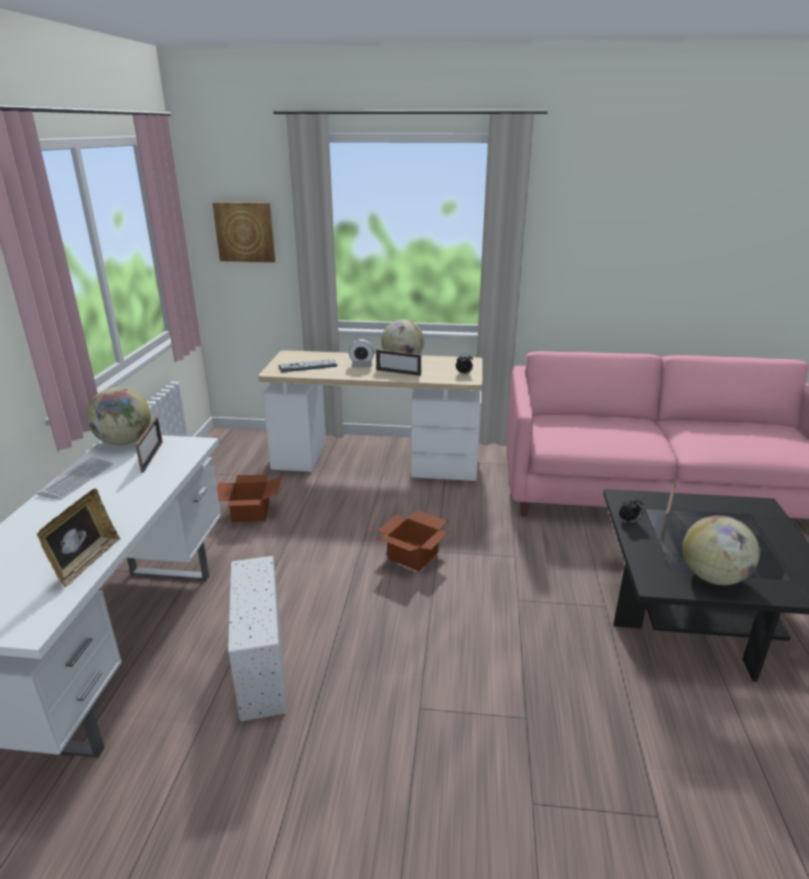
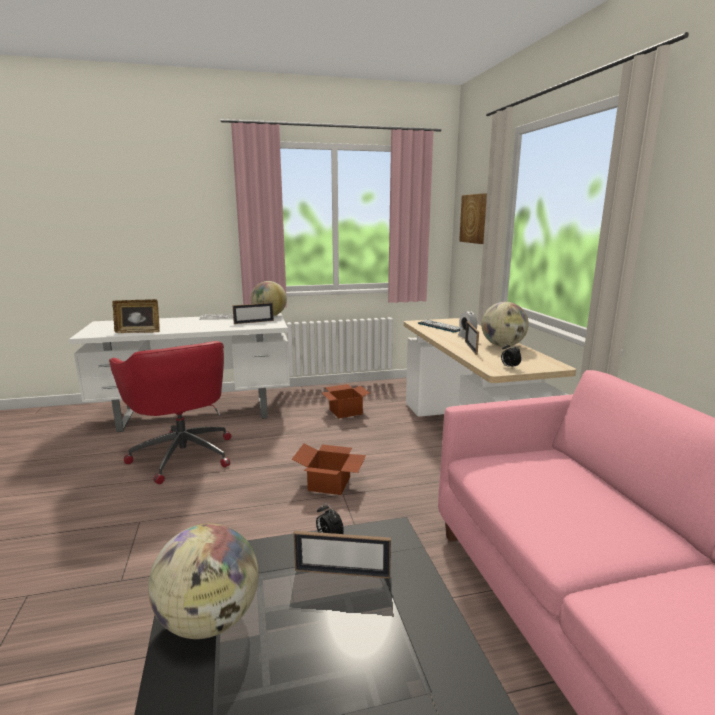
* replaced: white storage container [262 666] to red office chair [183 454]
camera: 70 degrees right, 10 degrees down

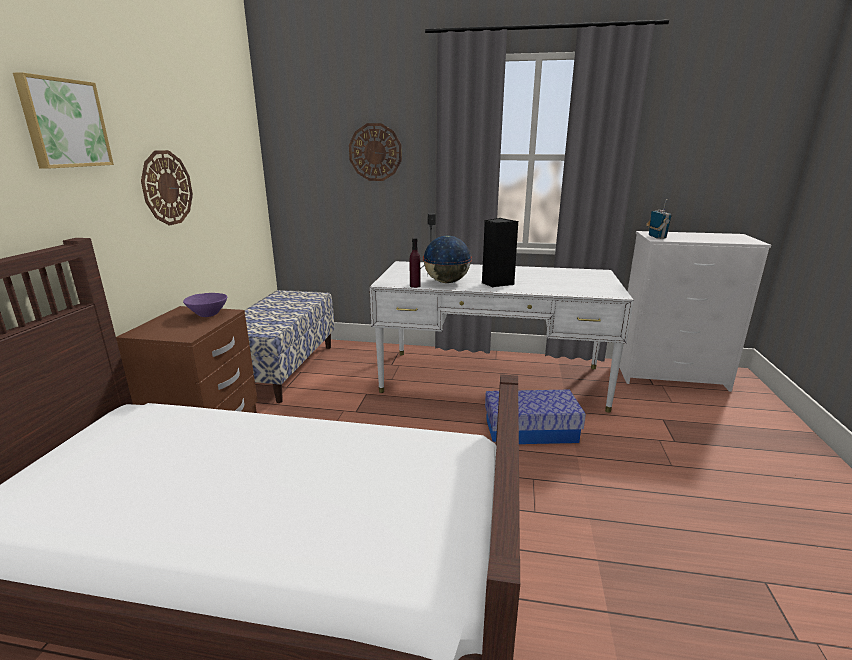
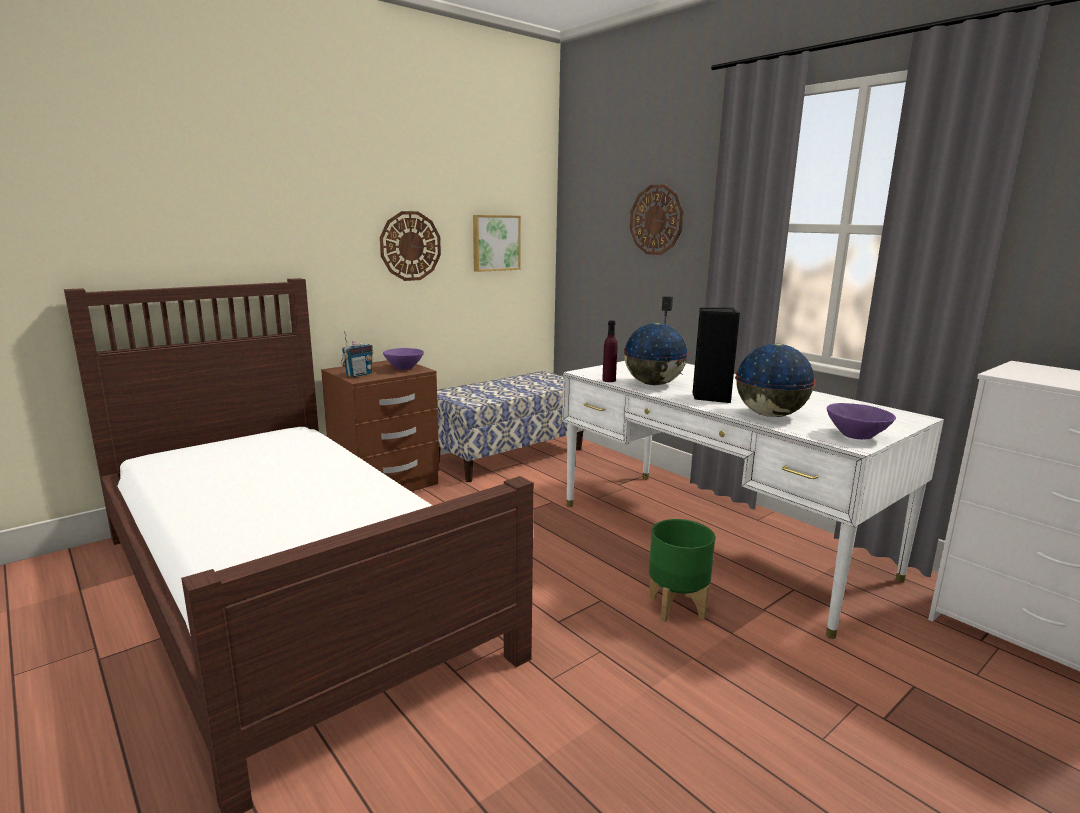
* added: desk globe [770 415]
* added: purplish serving bowl [857 436]
* moved: wall picture [64 123] to [495 243]
* moved: radio receiver [656 237] to [358 375]
* replaced: storage container [531 430] to greenish planter [677 607]
camera: 40 degrees right, 5 degrees down

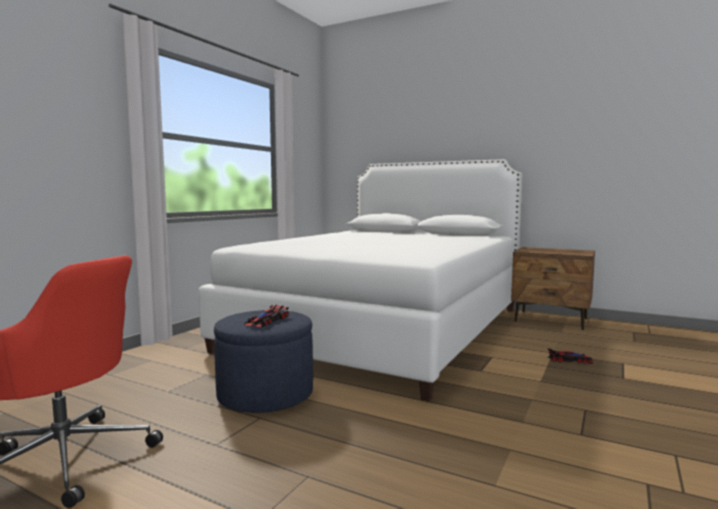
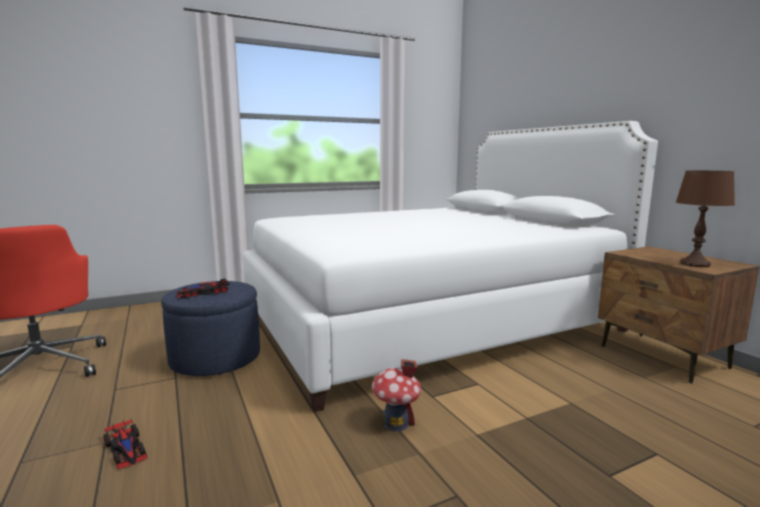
* added: toy house [396 423]
* added: brown-coloured tabletop lamp [694 264]
* moved: toy car [569 360] to [126 448]
camera: 35 degrees right, 5 degrees up

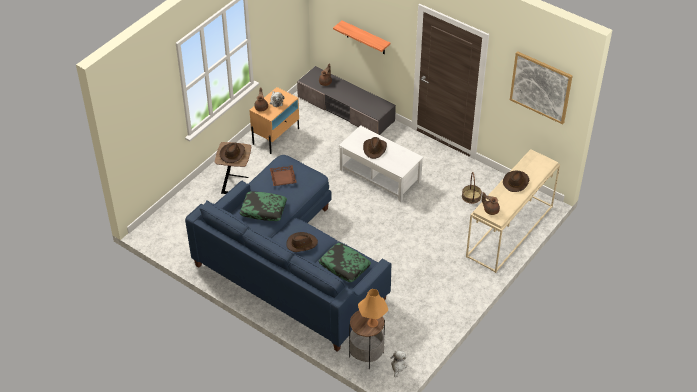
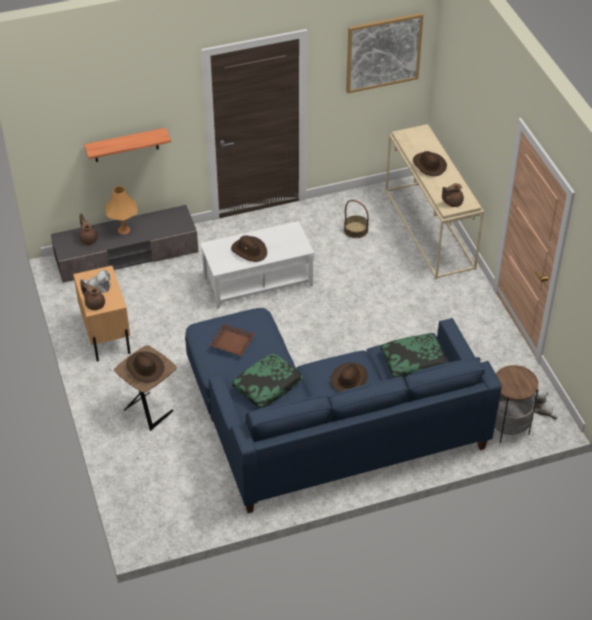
* moved: orangey tabletop lamp [372 323] to [124 230]
camera: 55 degrees left, 0 degrees up

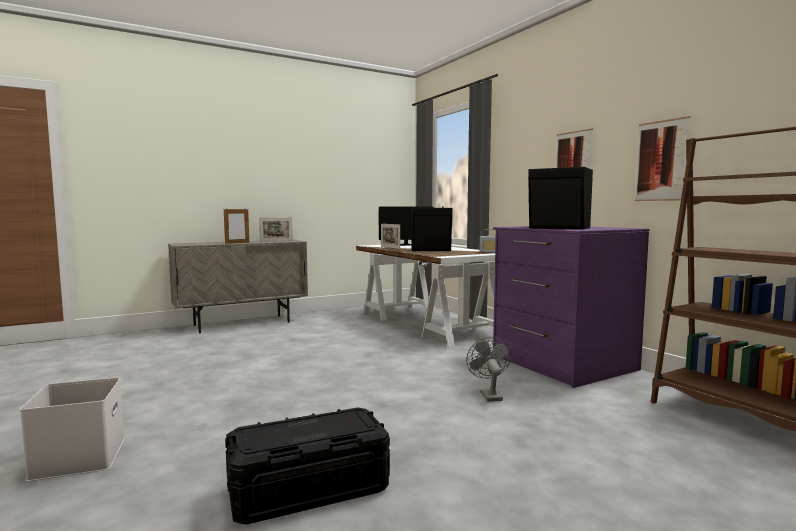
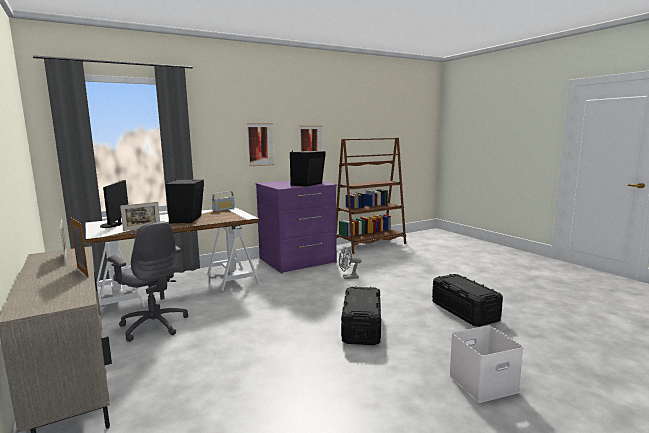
* added: gray office chair [154 325]
* added: black-coloured storage container [362 327]
camera: 90 degrees left, 5 degrees up

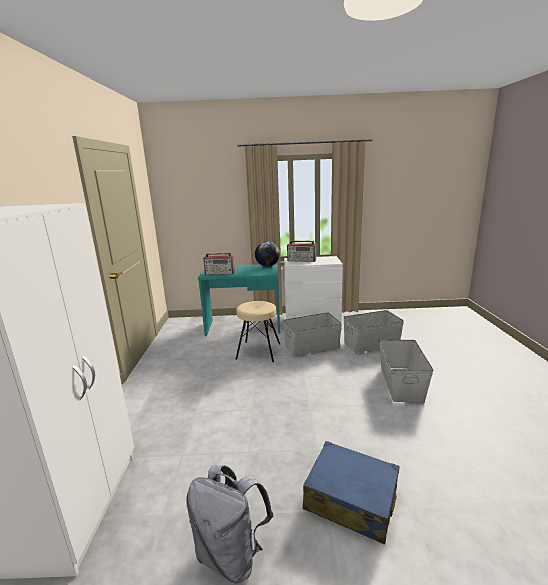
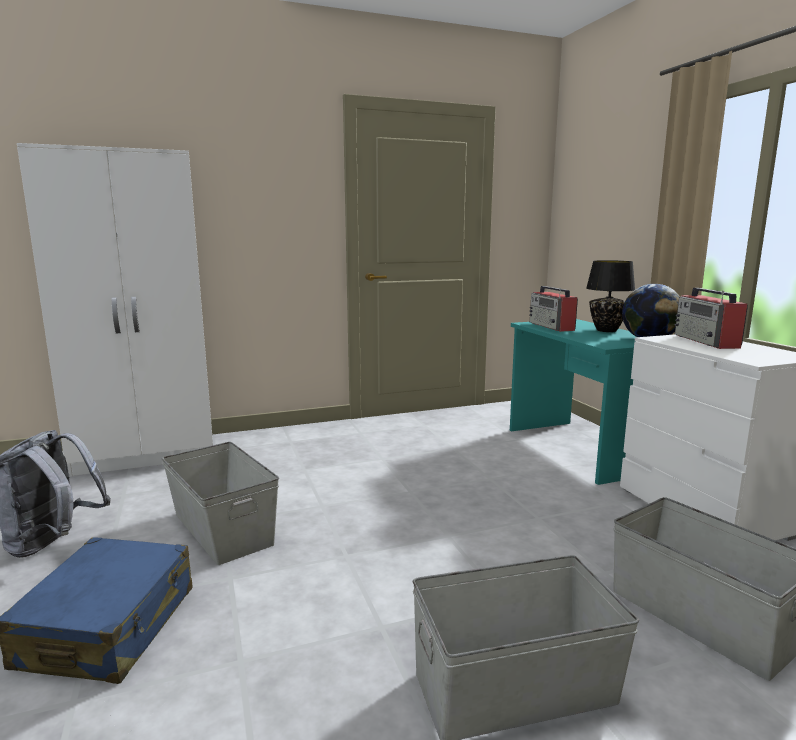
* removed: beige-coloured stool [258 351]
* added: black-coloured tabletop lamp [607 330]
* moved: gray storage container [311 346] to [223 528]
camera: 70 degrees right, 5 degrees down

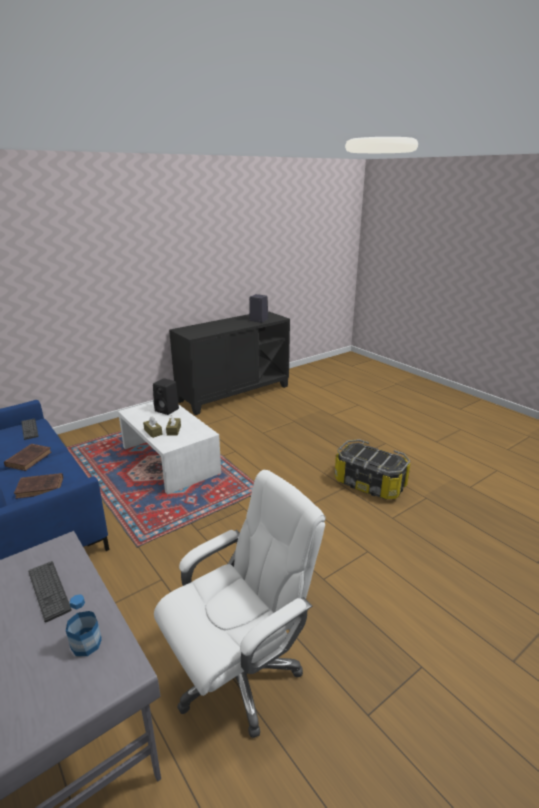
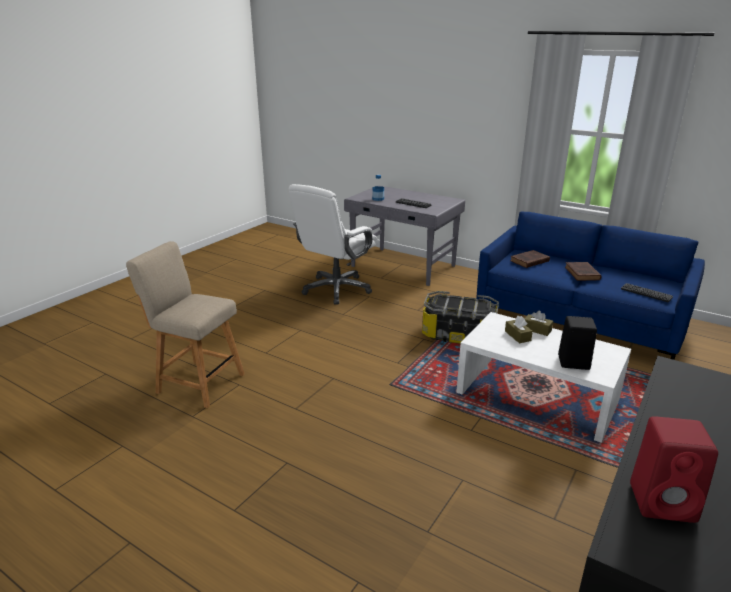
* added: beige-coloured upright chair [197 382]
* moved: storage container [369 484] to [458 334]
* recoloured: black-coloured loudspeaker [258 320] to red loudspeaker [664 502]
camera: 160 degrees right, 0 degrees up

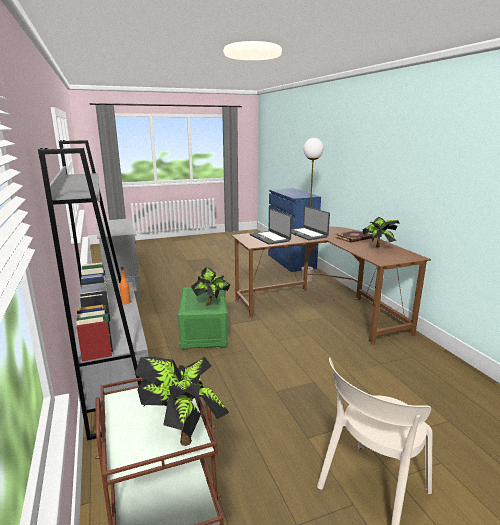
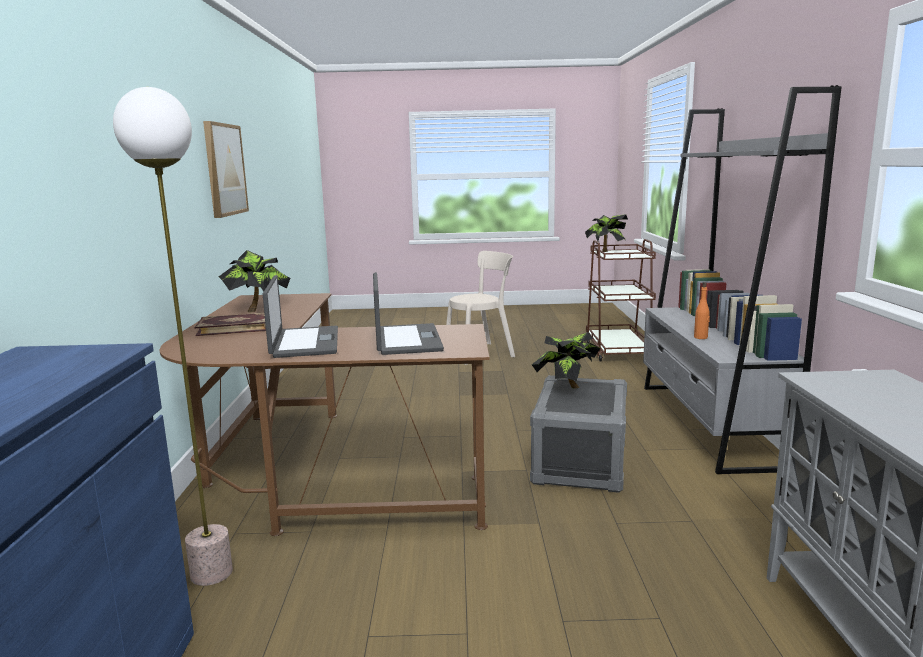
* added: wall picture [224 169]
* recoloured: greenish storage container [204 332] to gray storage container [581 462]
camera: 160 degrees left, 5 degrees down

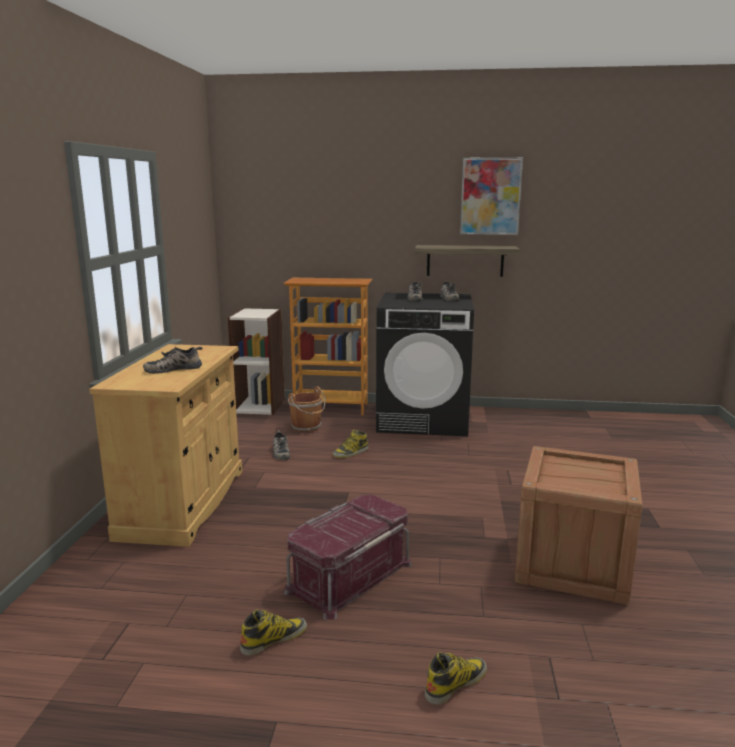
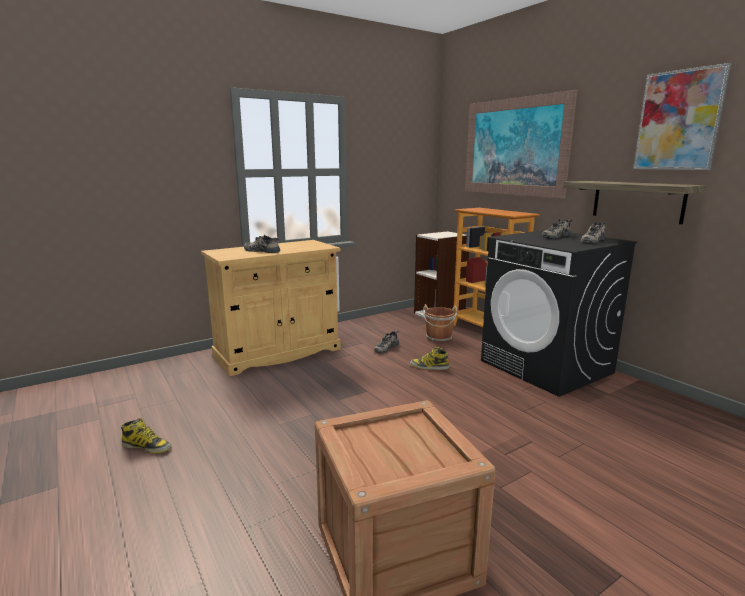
* removed: red storage container [348 576]
* removed: tall boot [455 683]
* added: wall picture [514 147]
camera: 50 degrees right, 0 degrees up

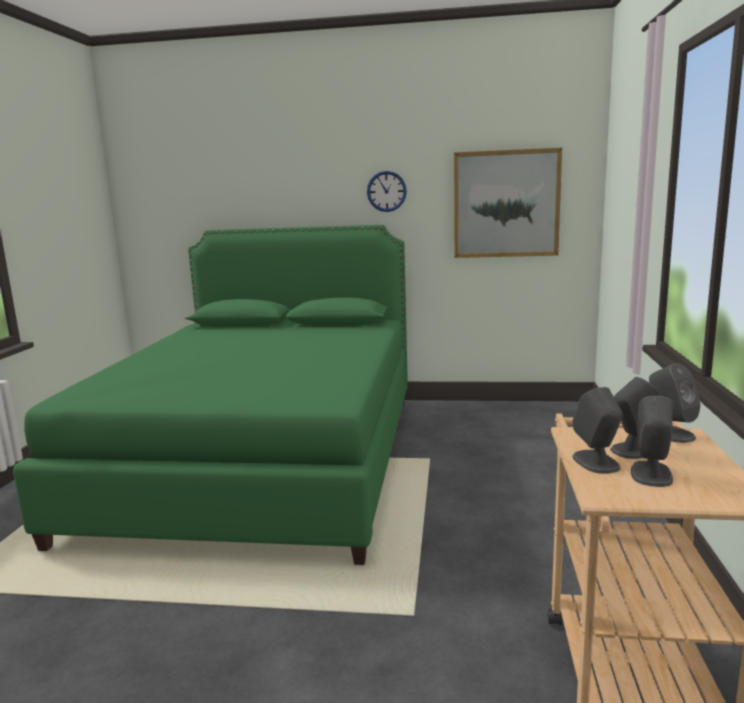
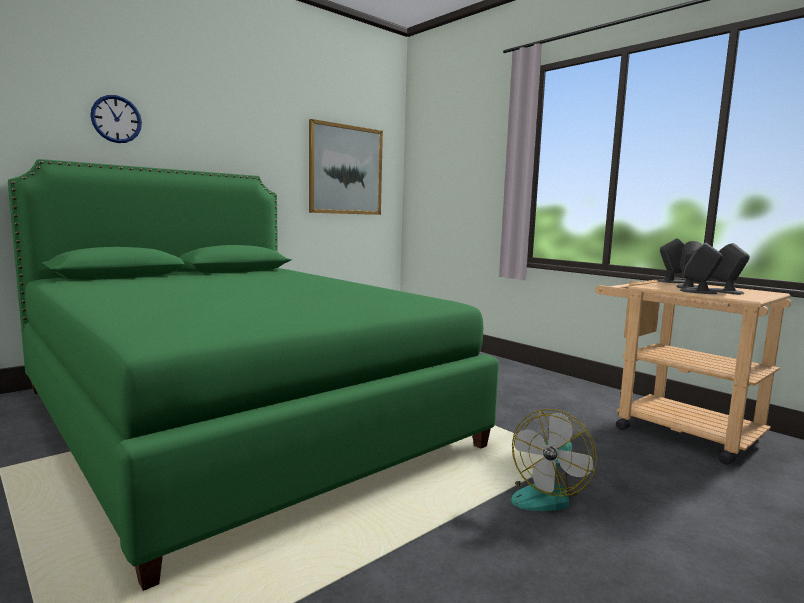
* added: cooling fan [545 494]
* moved: wall clock [386 191] to [116 119]
camera: 50 degrees left, 5 degrees down

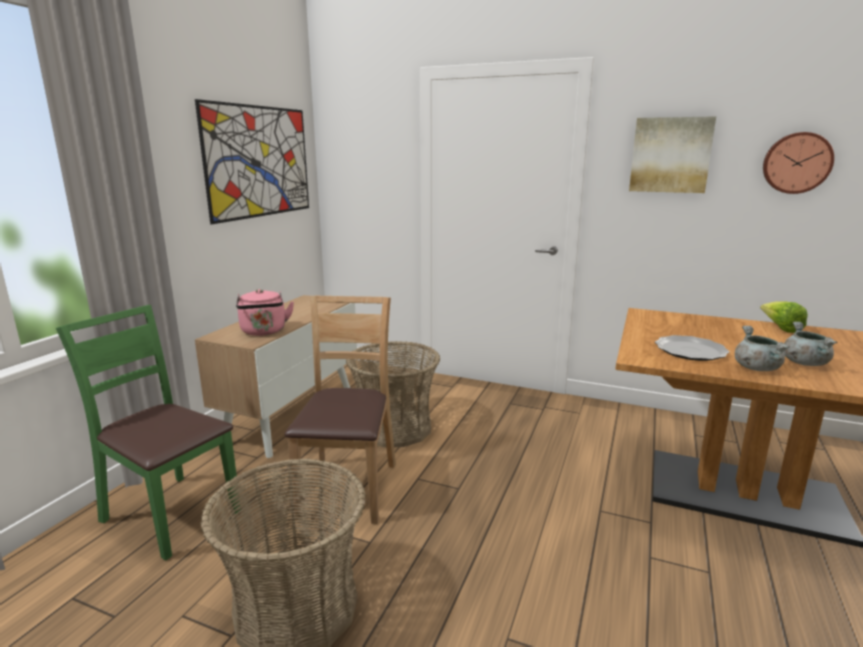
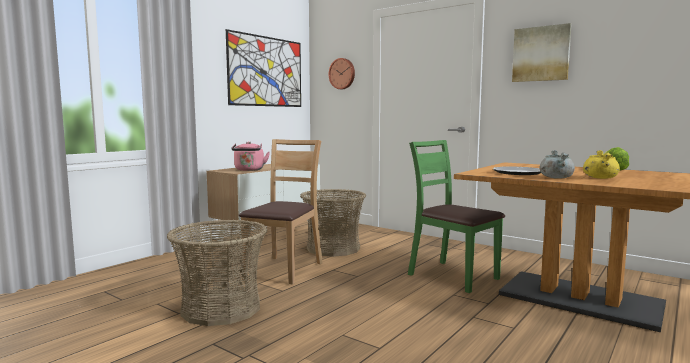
* moved: greenish upright chair [171 514] to [452 276]
* moved: wall clock [796 163] to [342 73]
* recoloured: gray cooking pot [804 363] to yellowish cooking pot [600 178]
camera: 15 degrees right, 10 degrees down

